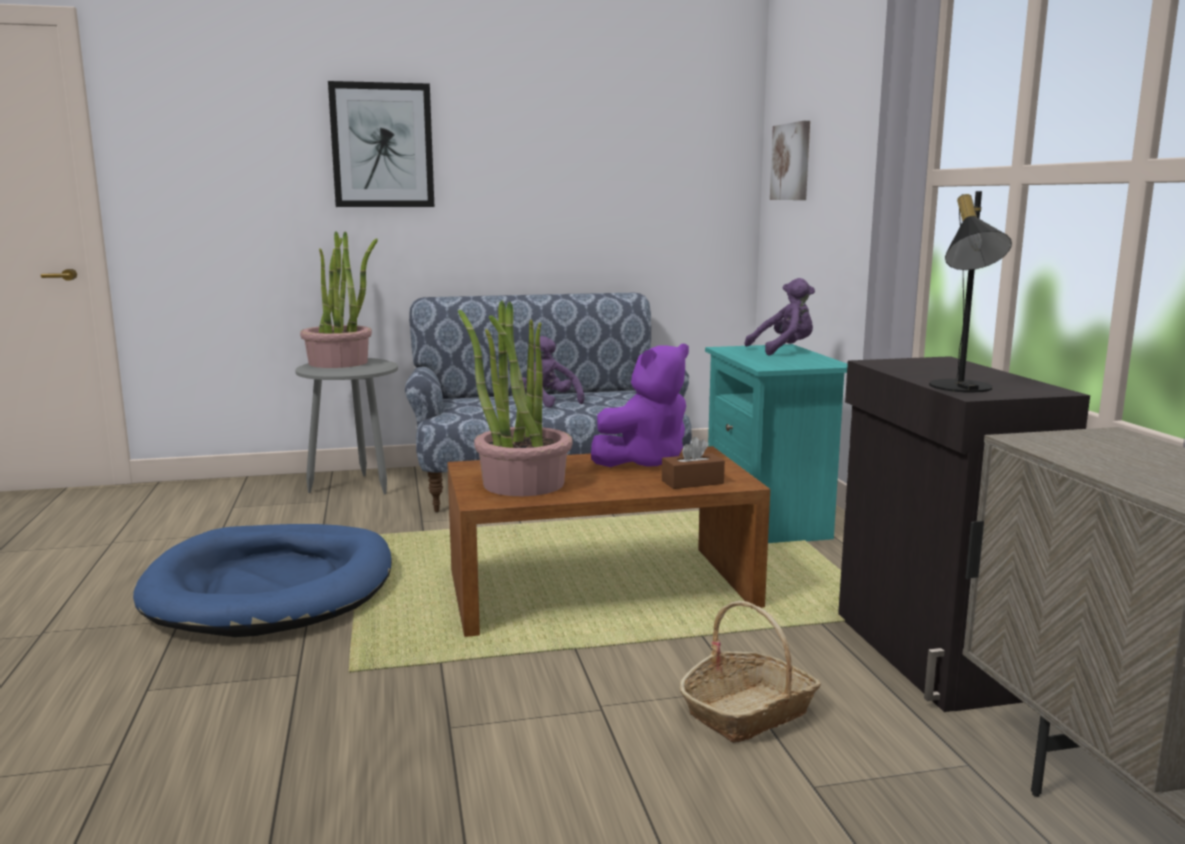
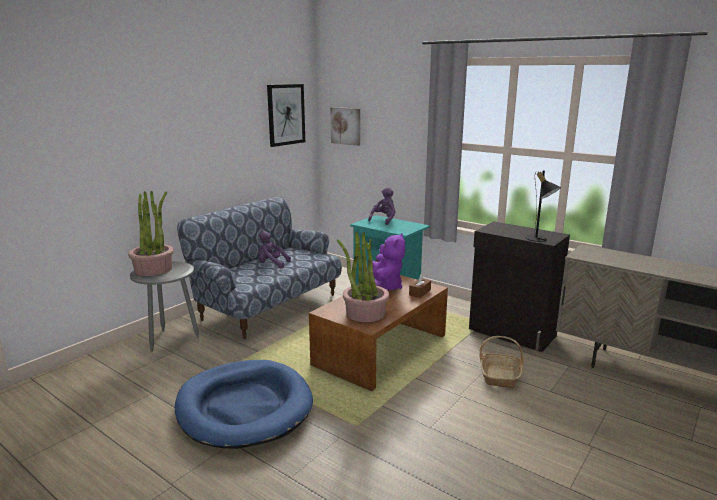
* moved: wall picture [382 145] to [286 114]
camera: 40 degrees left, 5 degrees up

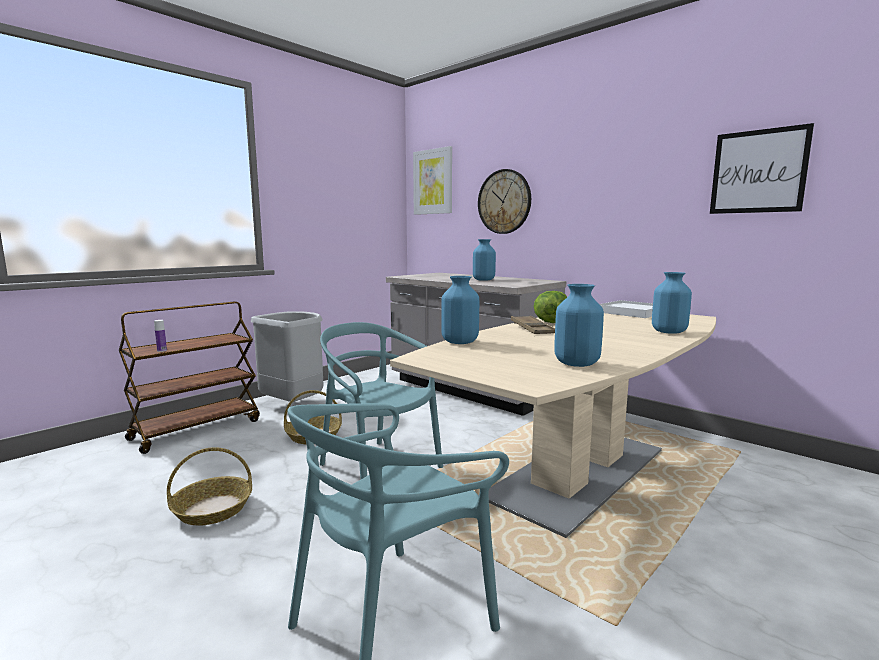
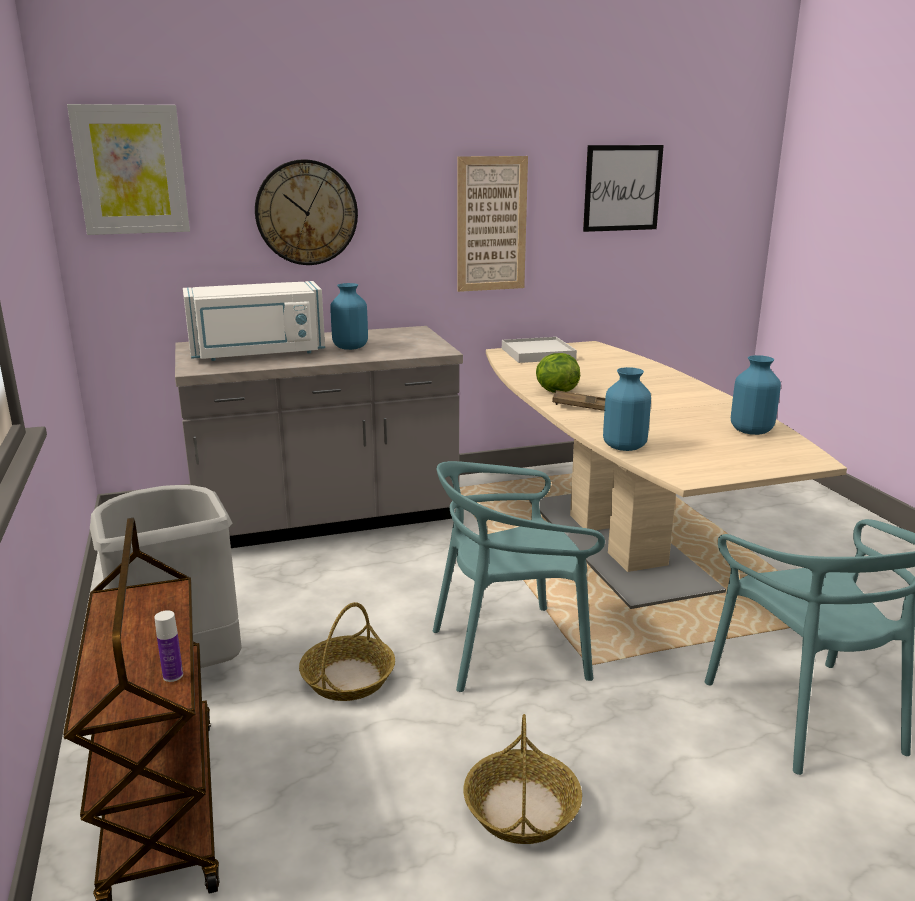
* removed: bluish vase [669 332]
* added: white microwave [258 354]
* added: wall picture [491 224]
camera: 60 degrees left, 10 degrees up

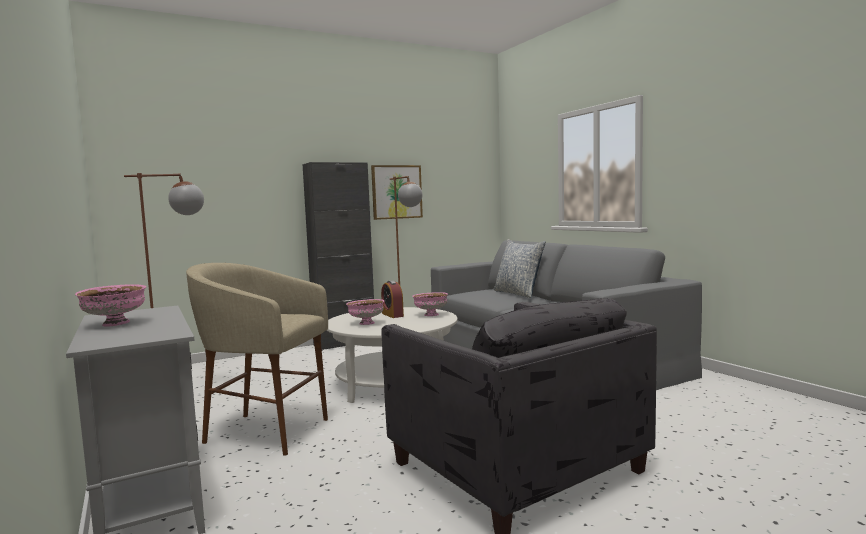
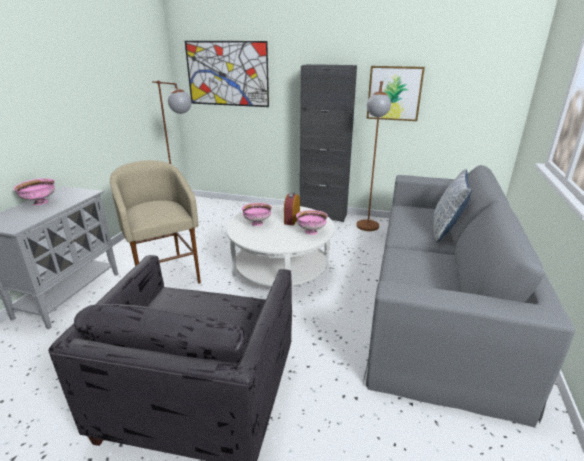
* added: wall picture [227 74]
camera: 45 degrees right, 20 degrees up

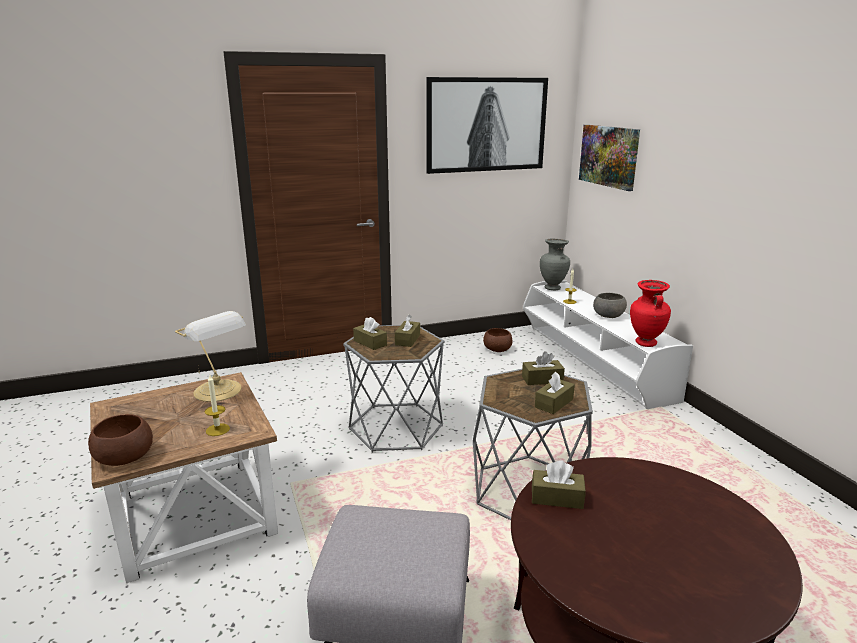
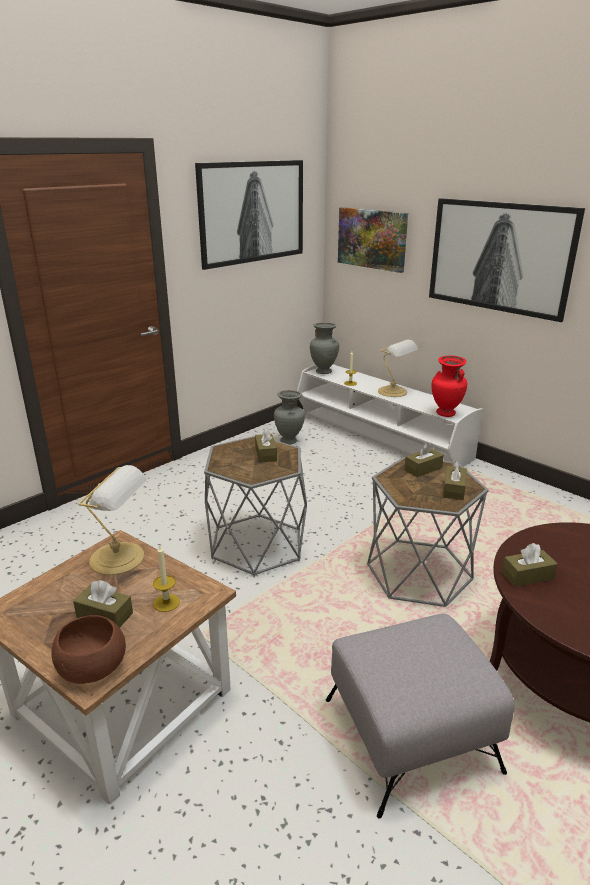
* added: wall picture [499 257]
* moved: brown-coloured box of tissues [370 343] to [104 615]
* replaced: brown-coloured serving bowl [497 349] to gray vase [289 441]
* replaced: gray serving bowl [608 315] to tabletop lamp [394 392]
camera: 25 degrees left, 5 degrees up

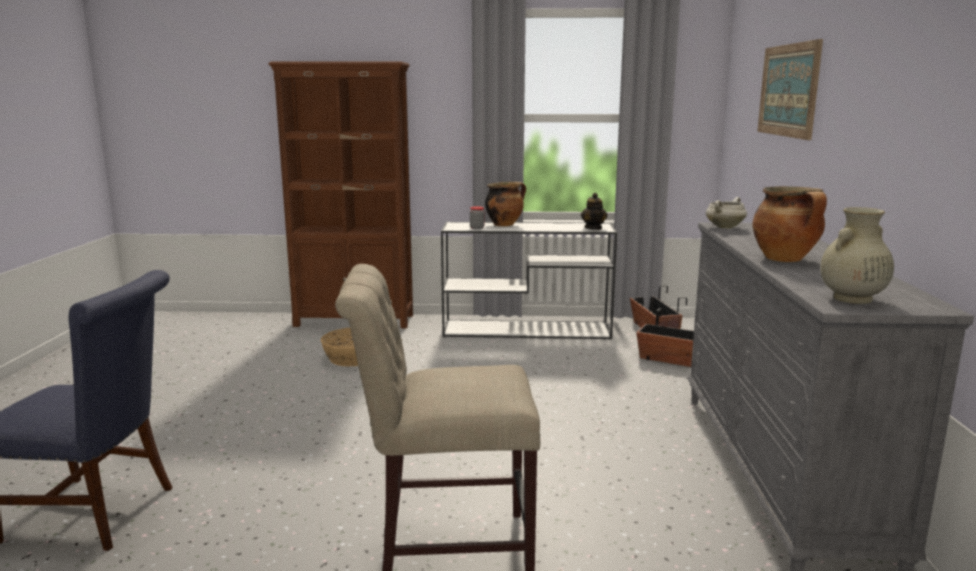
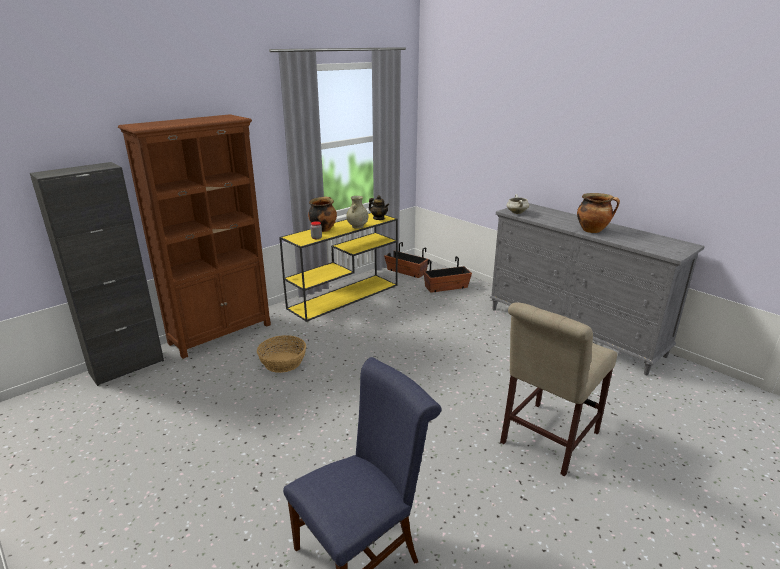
* removed: wall picture [788 90]
* added: black-coloured cupboard [127 367]
* moved: beige-coloured vase [851 299] to [357 226]
* recoloured: white narrow table [528 329] to yellowish narrow table [345 296]
camera: 45 degrees left, 10 degrees up

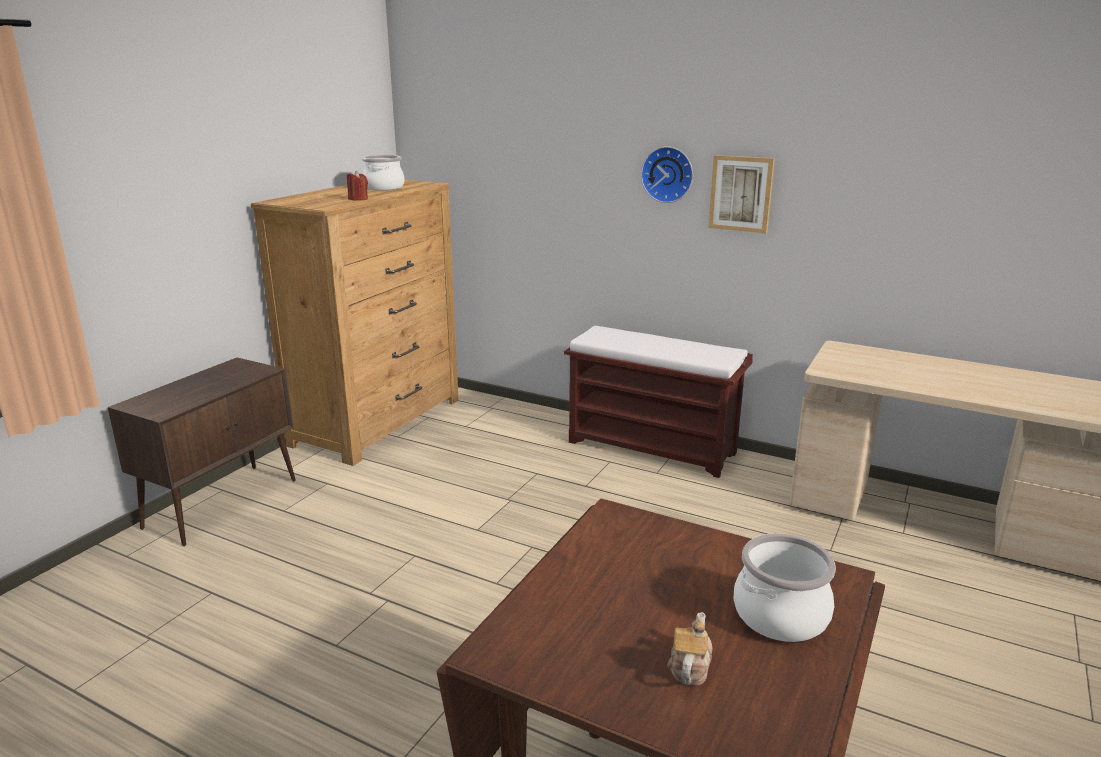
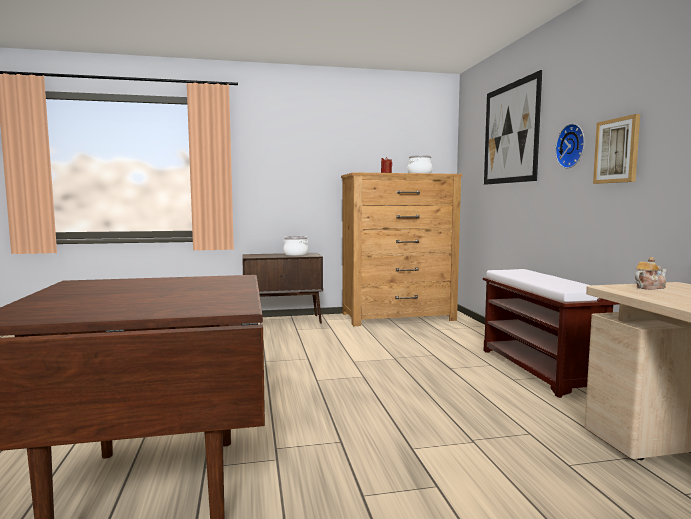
* added: wall picture [510 133]
* moved: tea pot [689 666] to [649 287]
* moved: cooking pot [781 616] to [295 254]
camera: 50 degrees right, 15 degrees down

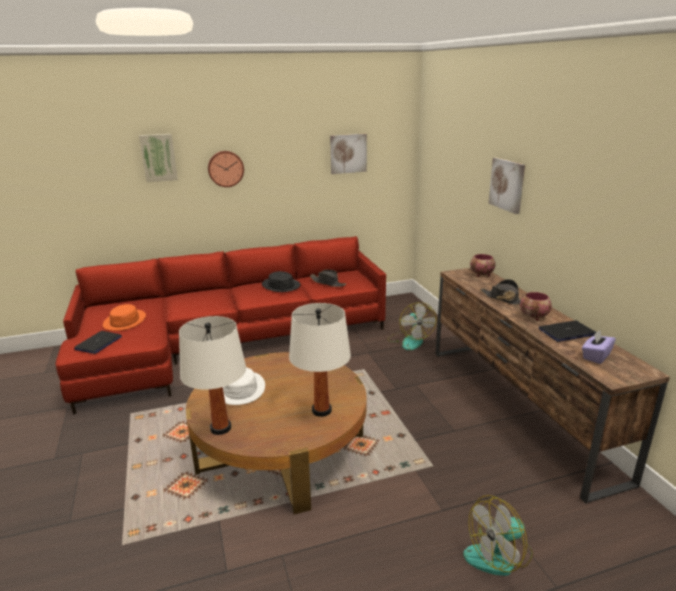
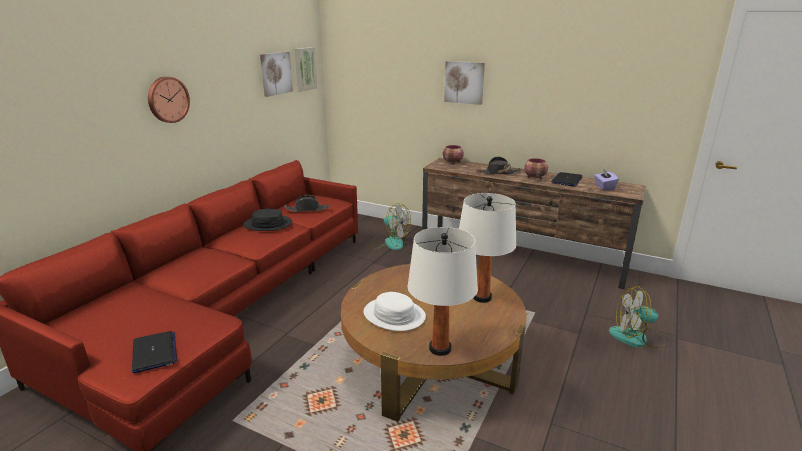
* removed: orangey clothing hat [125 321]
* moved: wall picture [158 157] to [304 69]
* turned: cooling fan [499 555] = [636 338] 75 degrees clockwise
camera: 45 degrees left, 0 degrees up

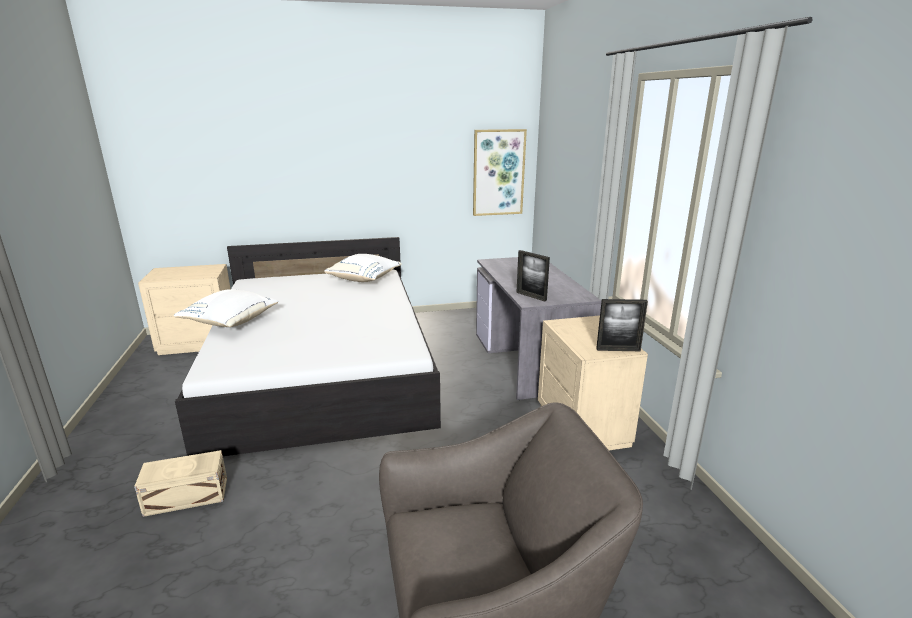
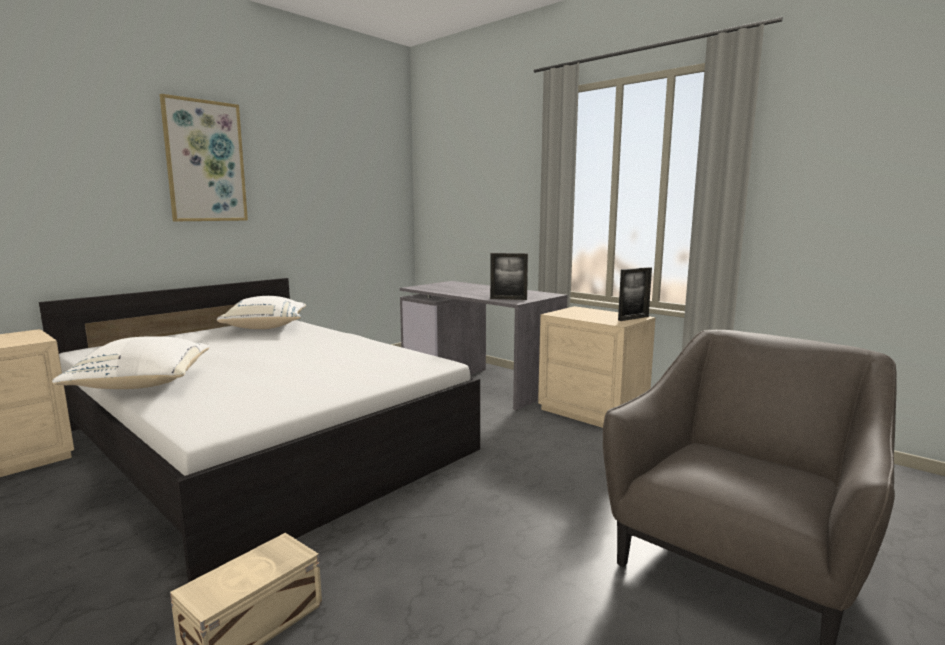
* moved: wall picture [498 173] to [205 161]
camera: 35 degrees left, 10 degrees down

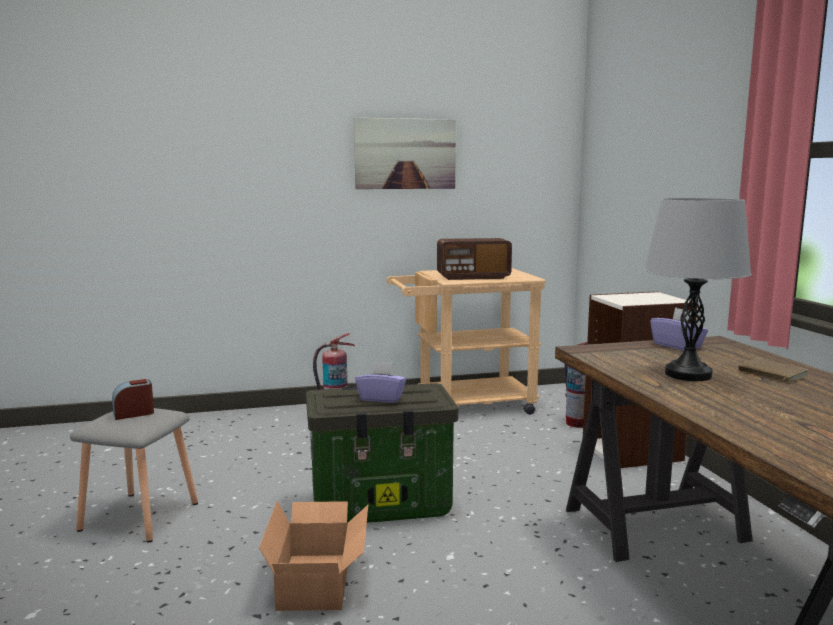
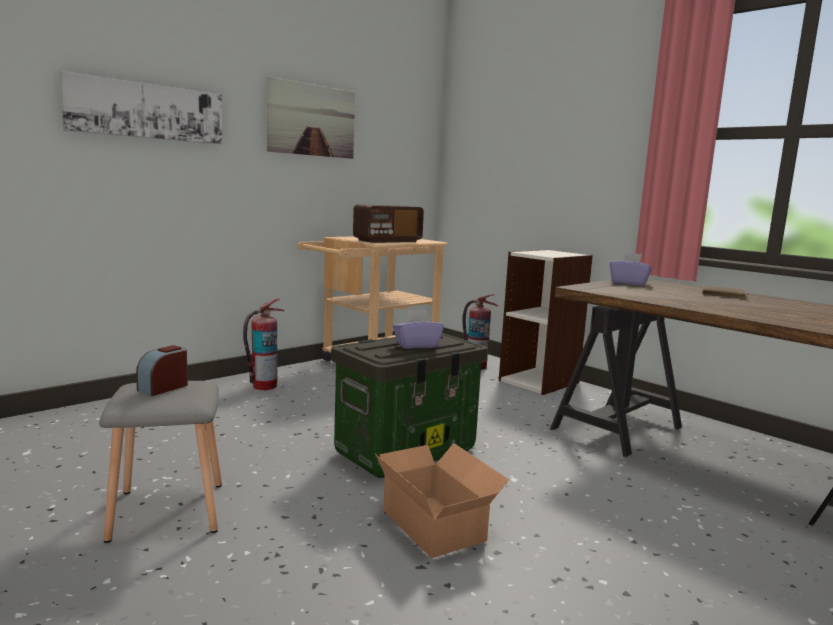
* removed: gray tabletop lamp [688 374]
* added: wall picture [146 111]
camera: 30 degrees left, 0 degrees up

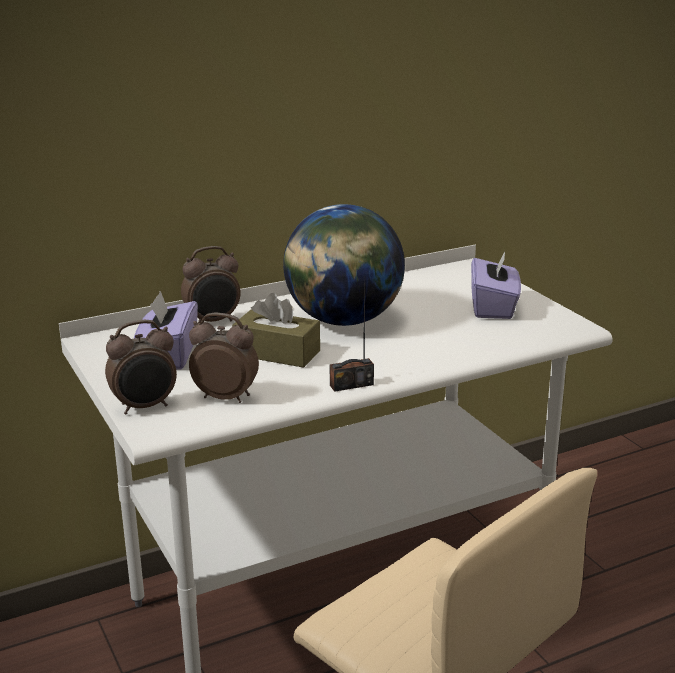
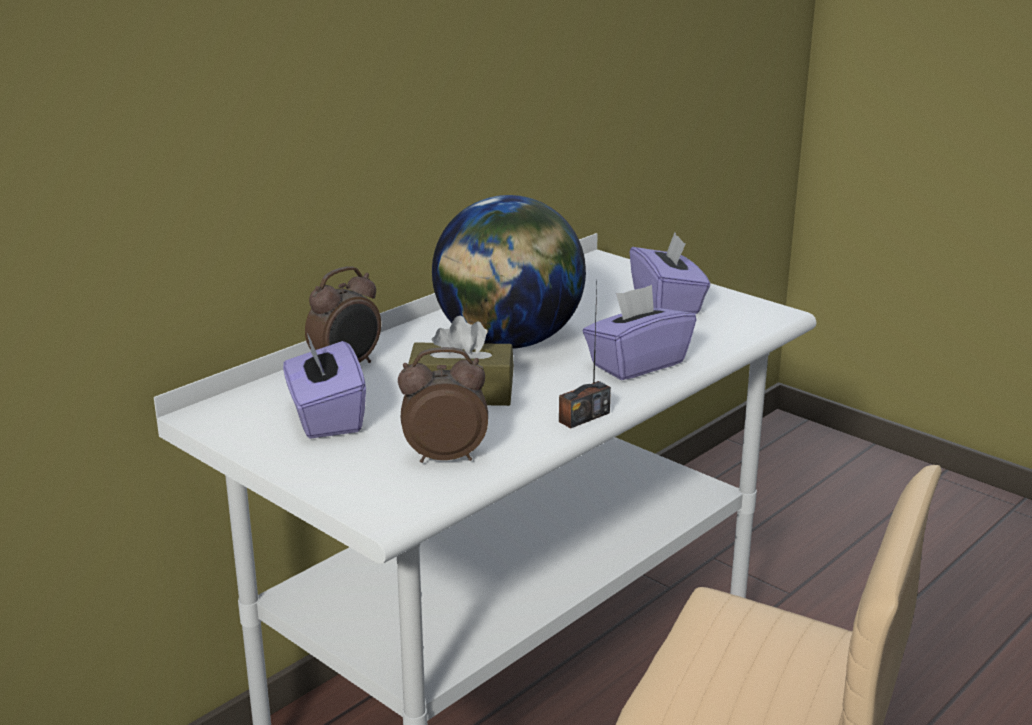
* removed: bedside clock [145 407]
* added: purplish box of tissues [636 364]
camera: 20 degrees left, 0 degrees up

